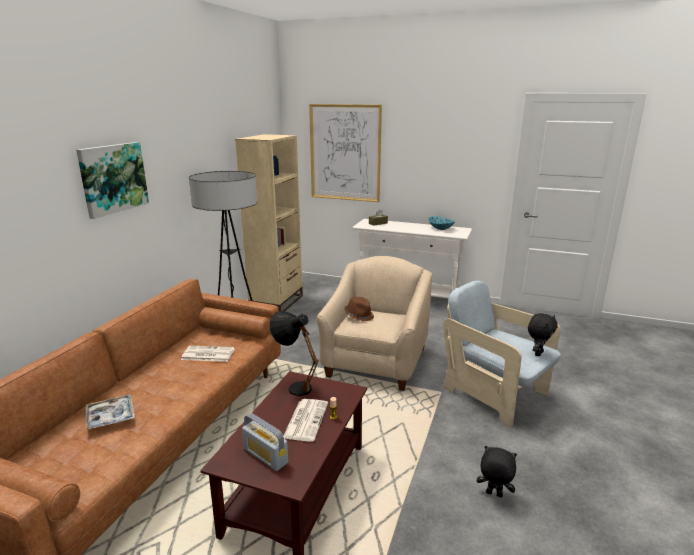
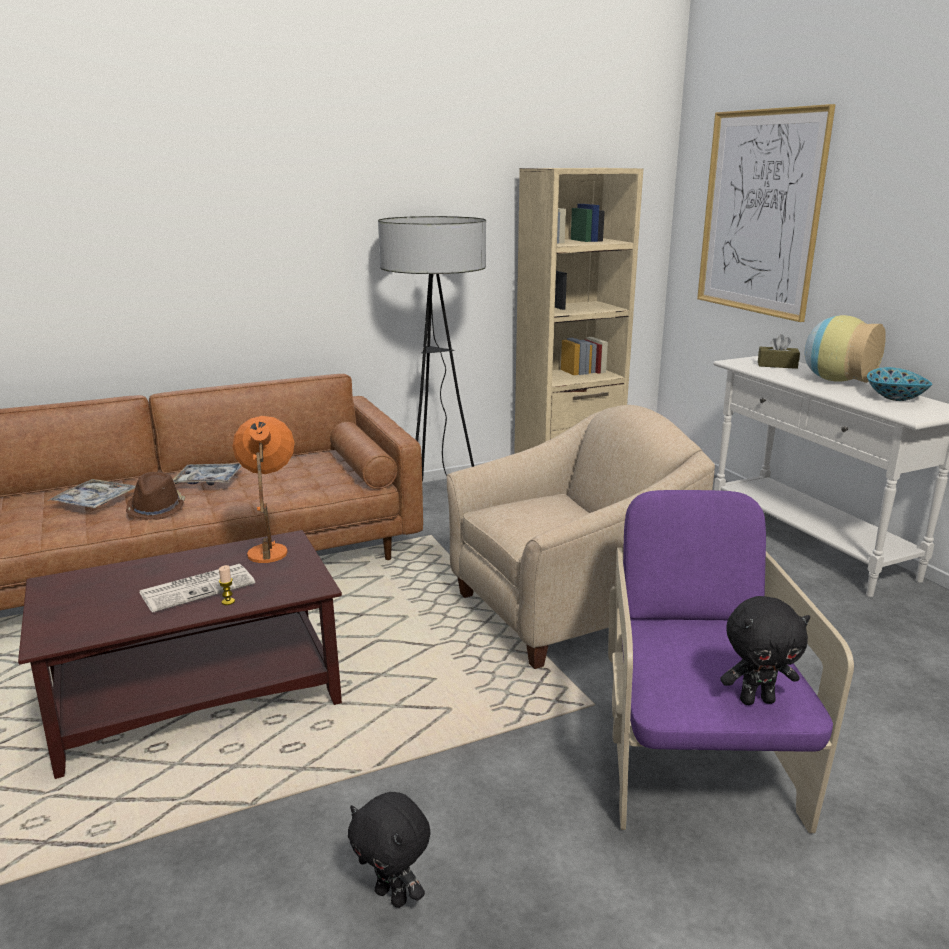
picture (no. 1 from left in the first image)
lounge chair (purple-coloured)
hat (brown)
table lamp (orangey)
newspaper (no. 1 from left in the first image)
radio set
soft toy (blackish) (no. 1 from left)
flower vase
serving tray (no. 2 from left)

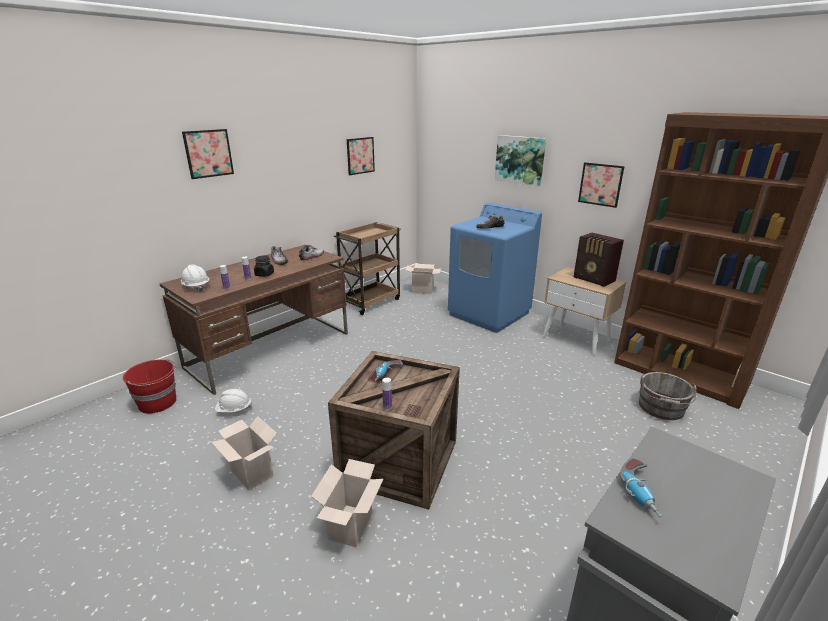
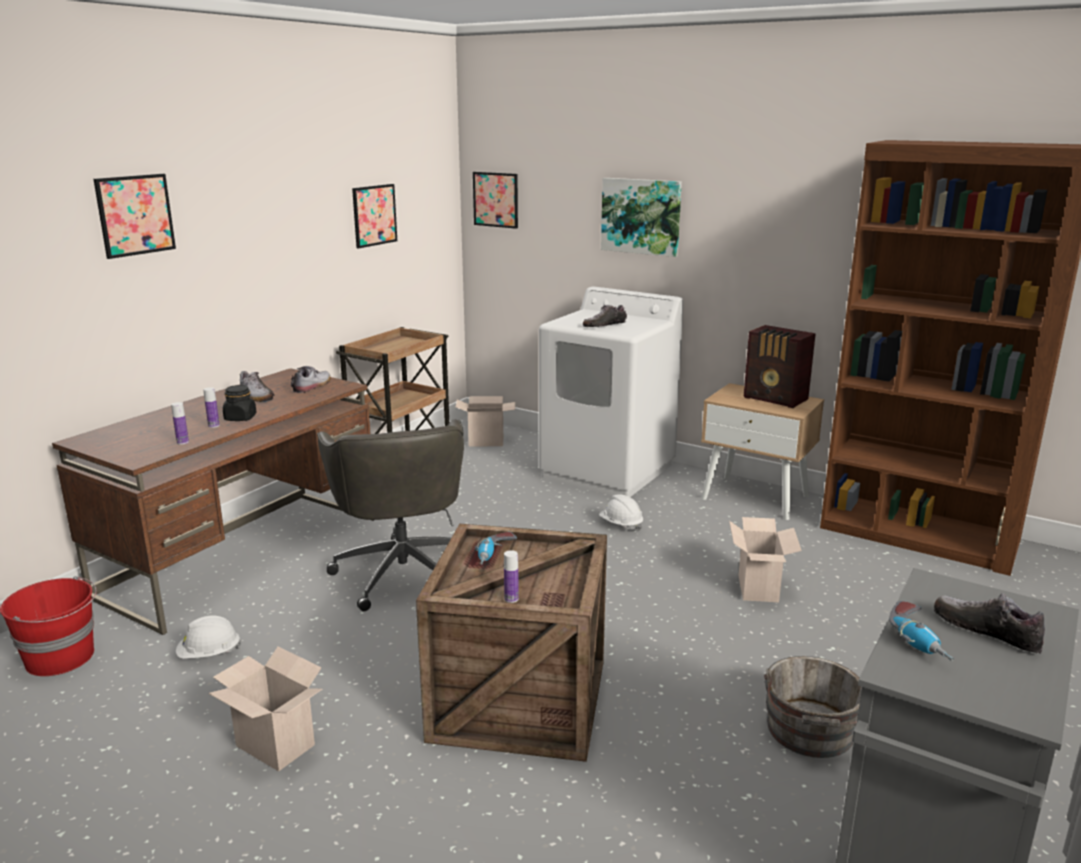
picture (no. 3 from left)
laundry appliance (whitish)
hard hat (whitish) (no. 2 from left)
pail (grey)
carton (no. 3 from left)
computer chair (grey)
item of footwear (no. 4 from left)

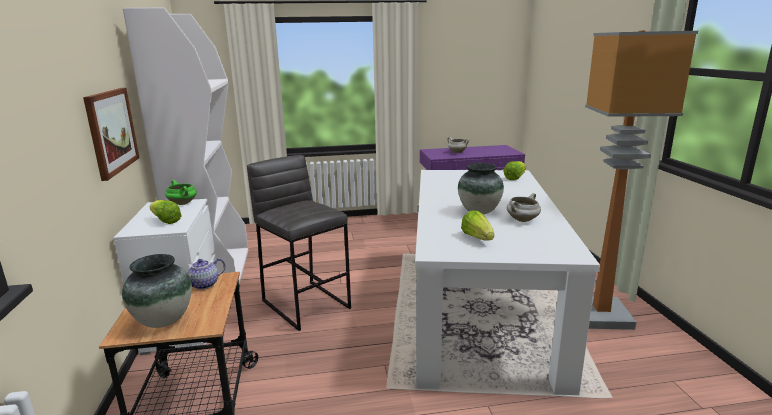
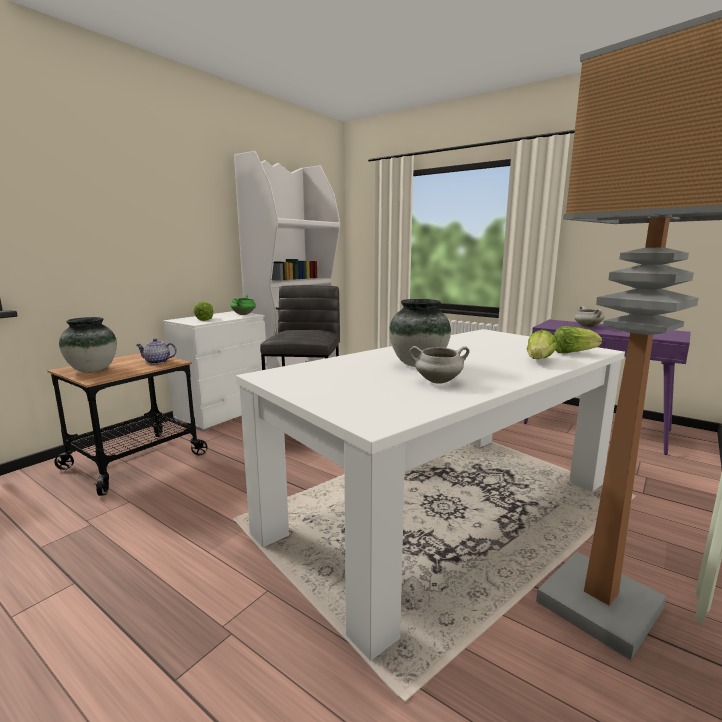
picture
lettuce head (no. 2 from left)

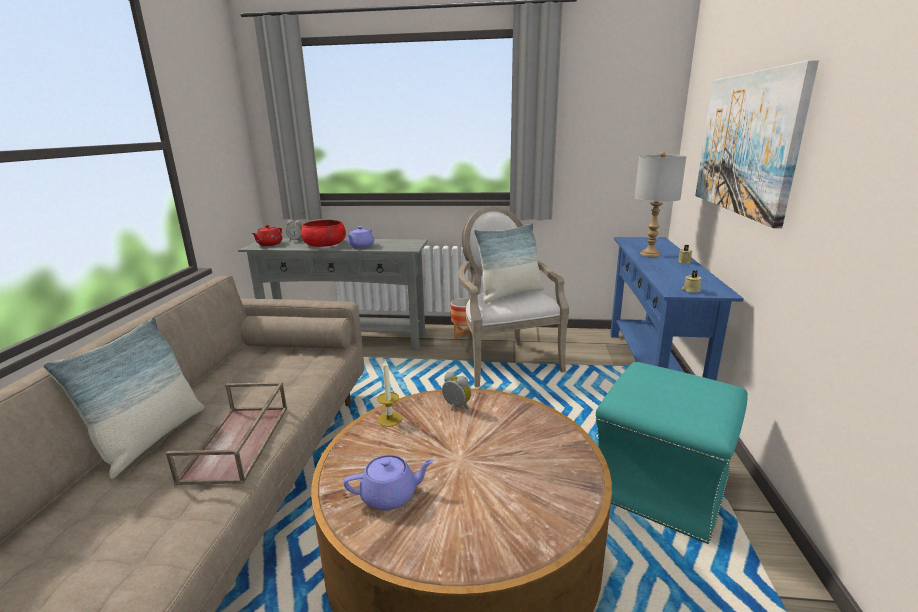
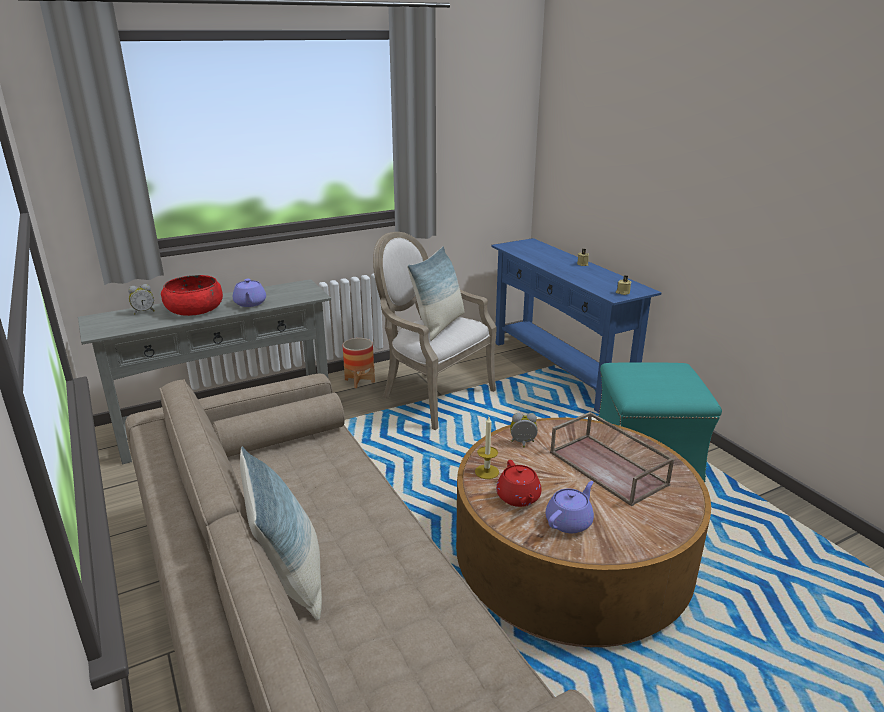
picture
table lamp (grey)
tea pot (red)
serving tray (brown)

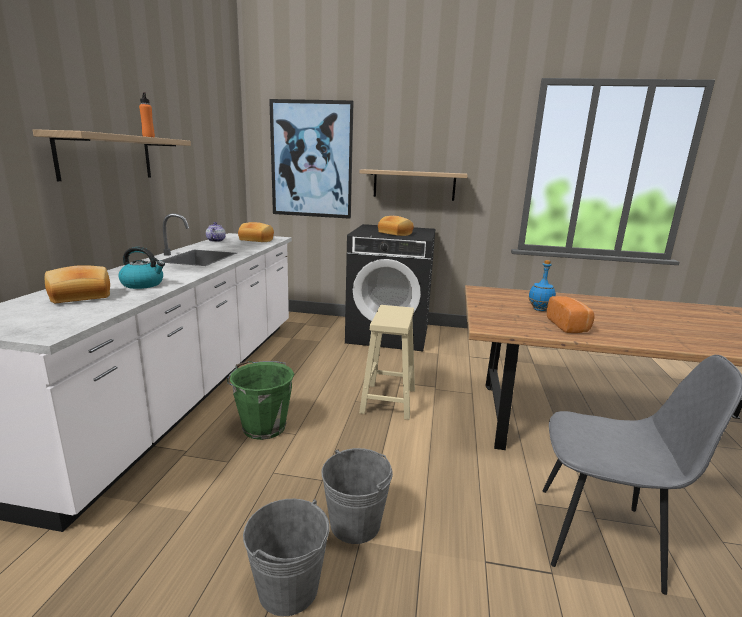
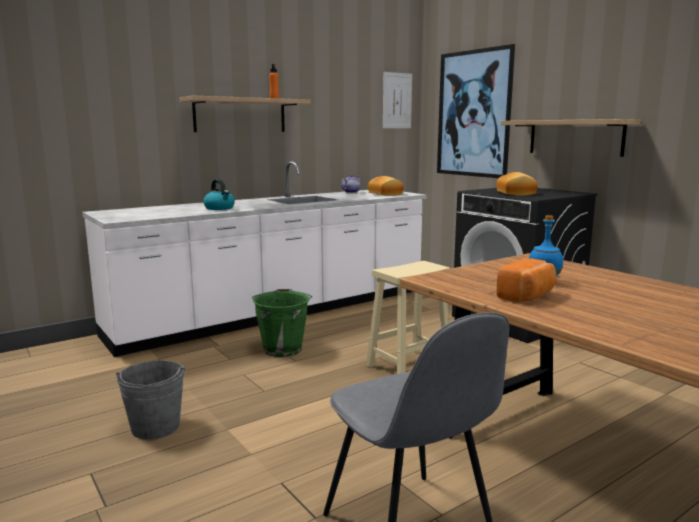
bakery bread (no. 1 from left in the first image)
pail (grey) (no. 2 from left in the first image)
picture (no. 1 from left)

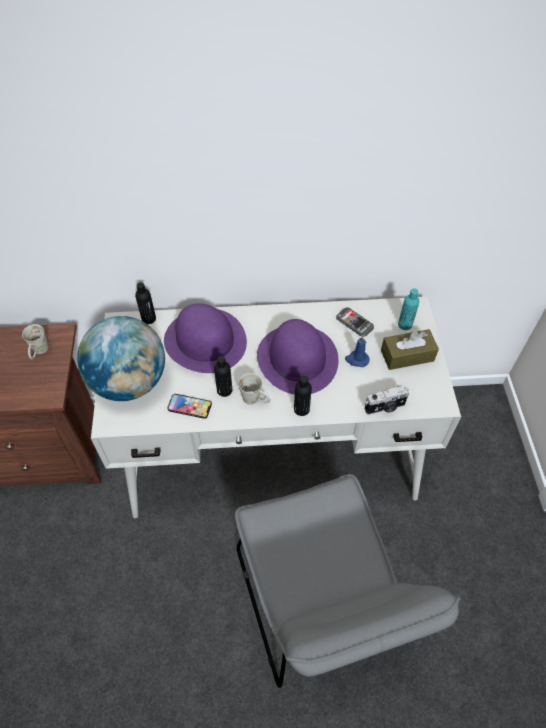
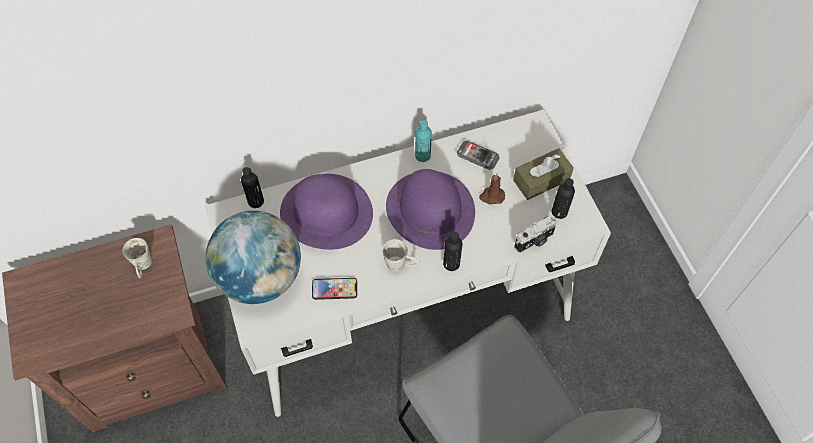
drink bottle (turquoise-coloured)
candle (brown)
drink bottle (blackish) (no. 3 from left)

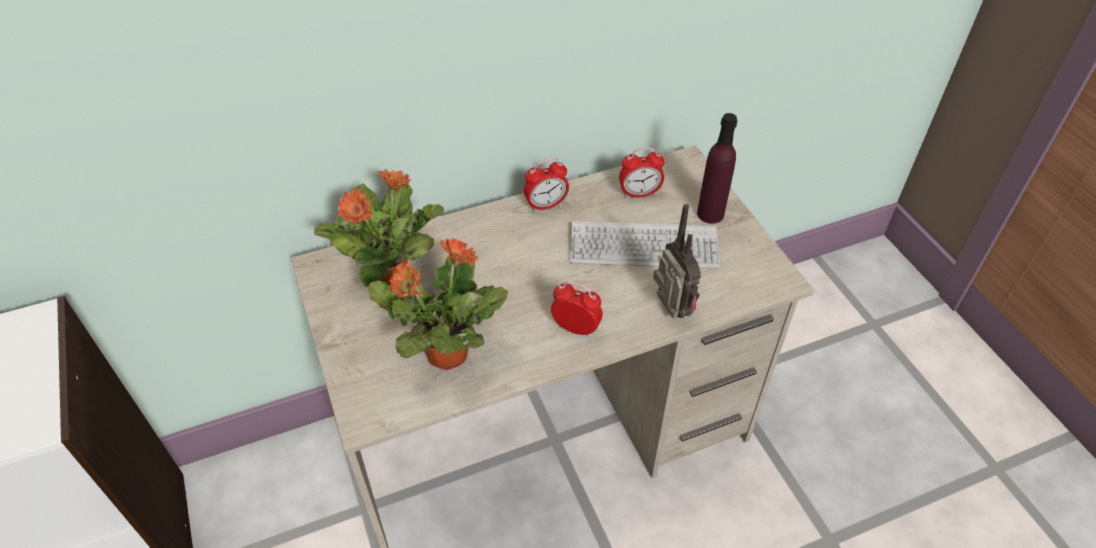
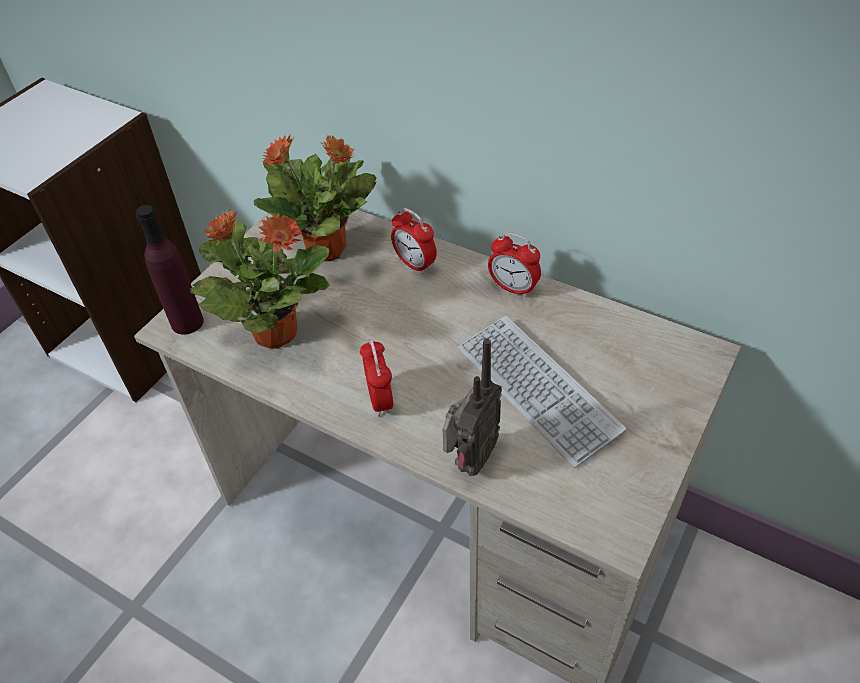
drink bottle (purple-coloured)
bedside clock (no. 2 from left)

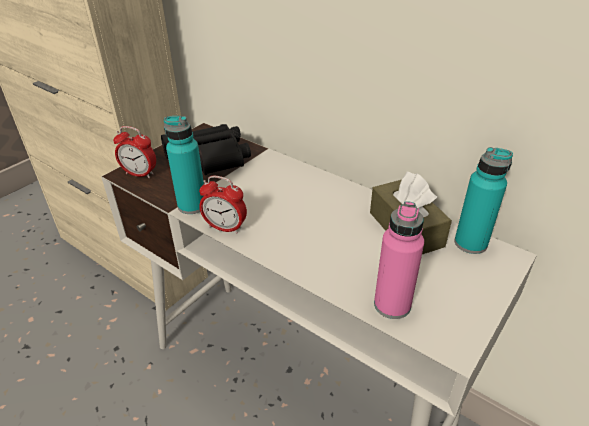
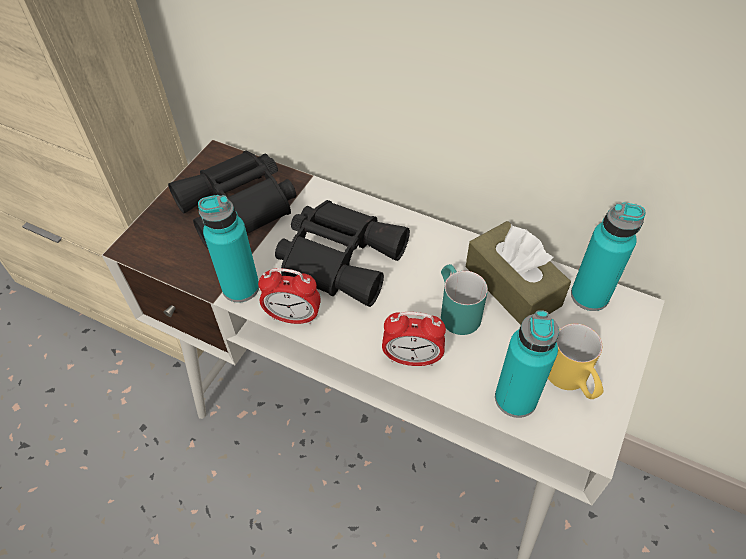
bedside clock (no. 2 from left)
drink bottle (turquoise-coloured) (no. 2 from left)
field glasses (blackish) (no. 2 from left)
coffee mug (turquoise-coloured)
coffee mug (yellow)

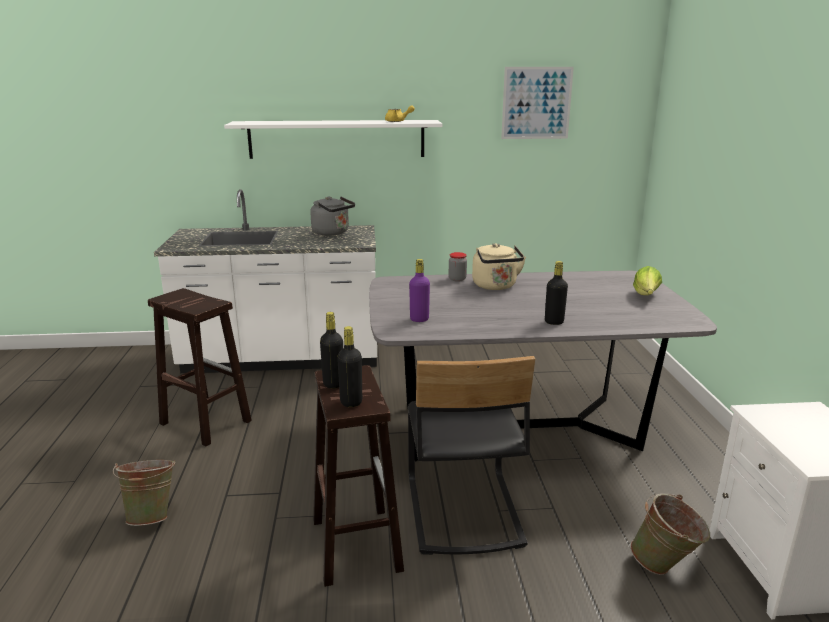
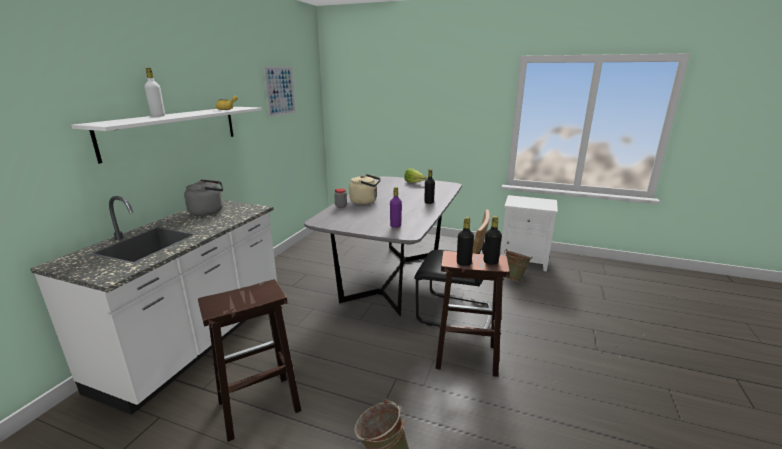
drink bottle (whitish)

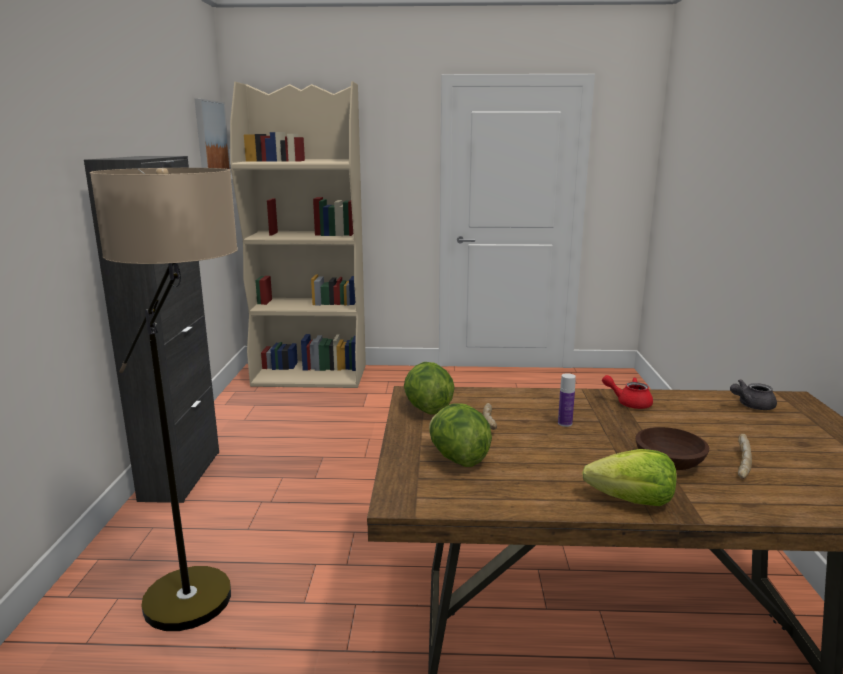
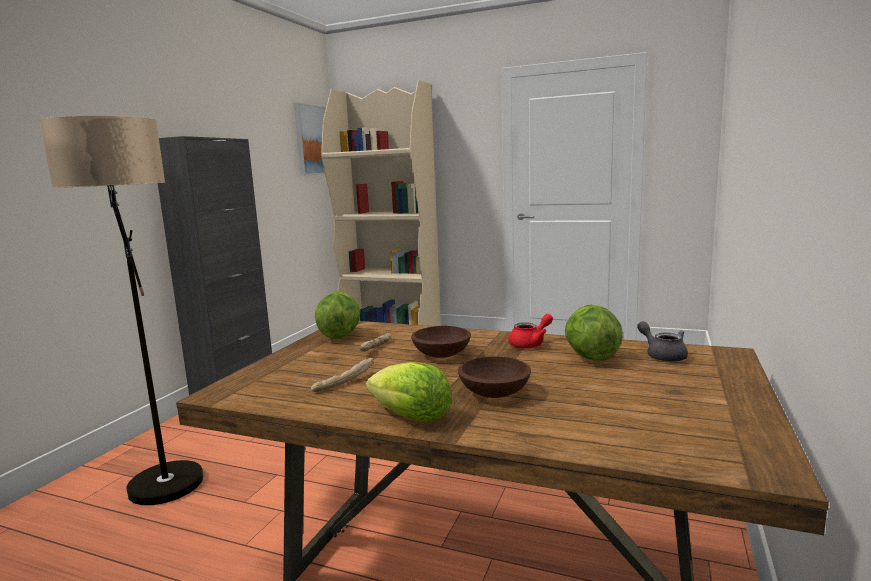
bowl (brown) (no. 1 from left)
tea pot (red)
tea pot (grey)
lettuce head (no. 3 from left)
bakery bread (no. 1 from left)

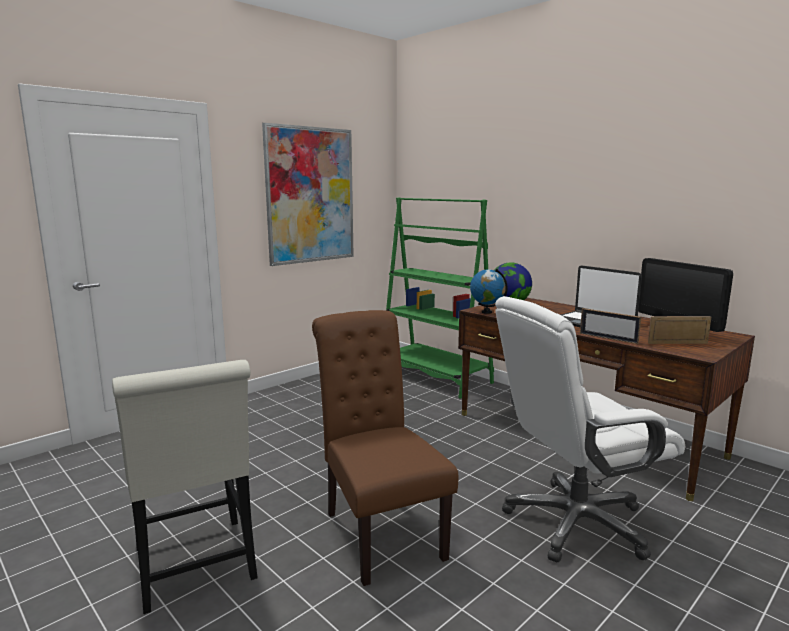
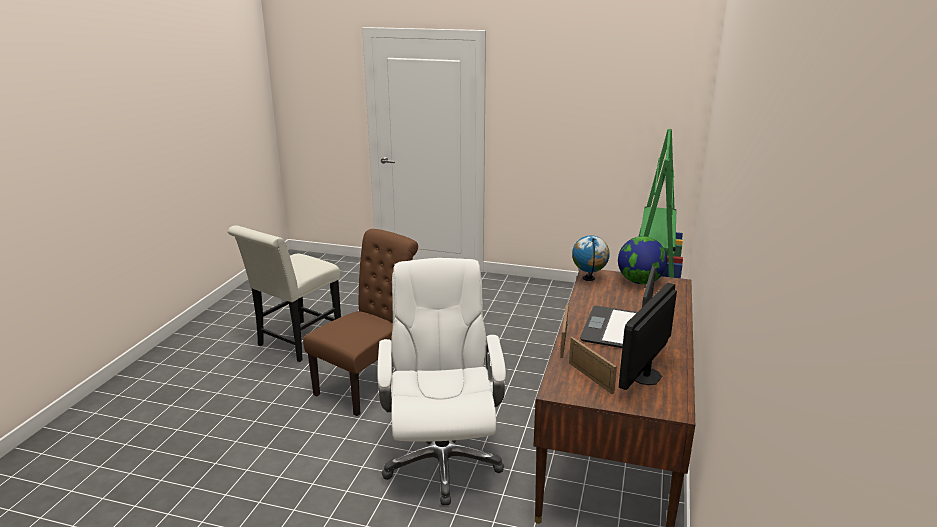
picture
computer chair (whitish)

